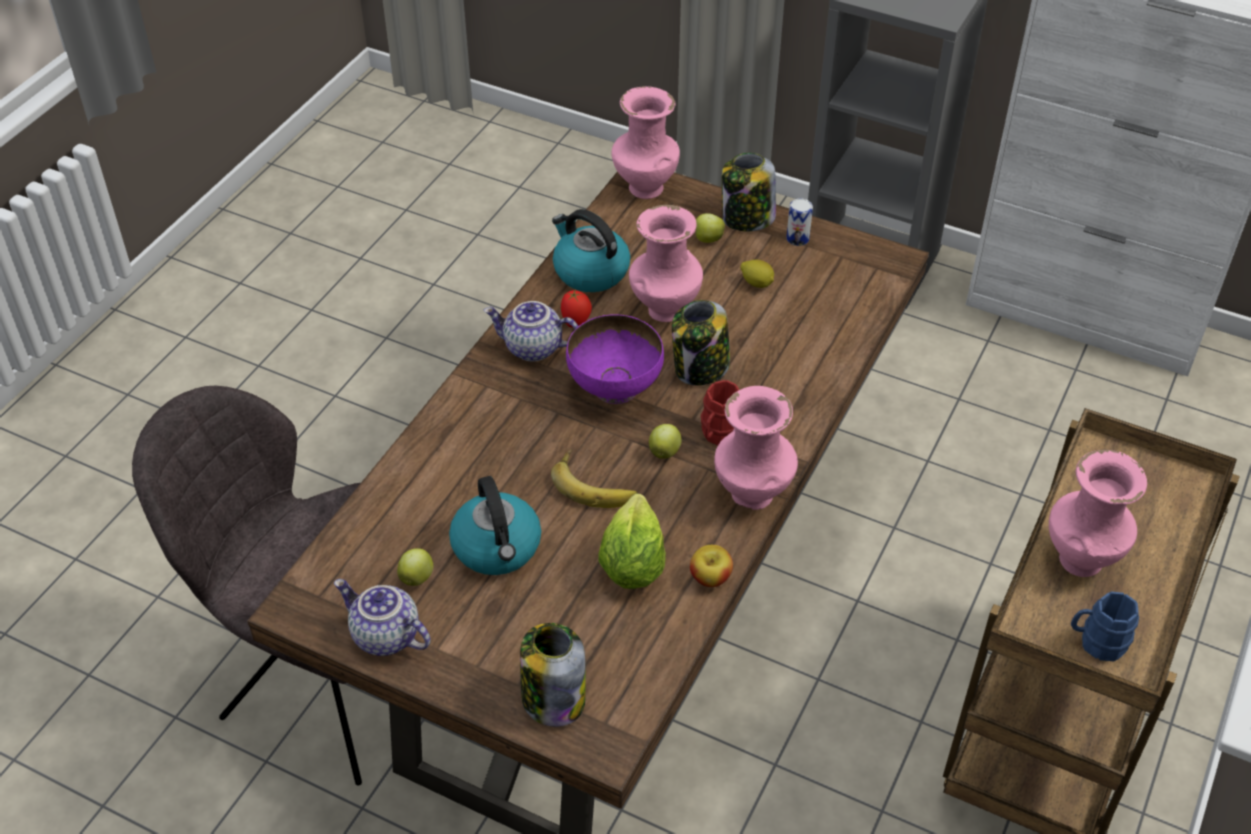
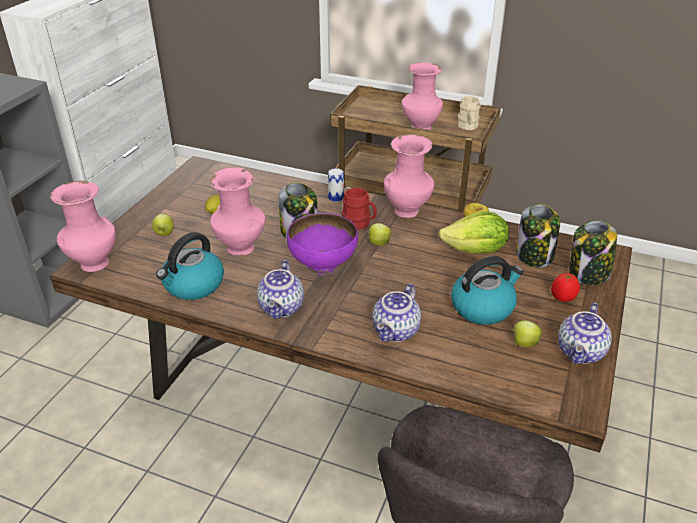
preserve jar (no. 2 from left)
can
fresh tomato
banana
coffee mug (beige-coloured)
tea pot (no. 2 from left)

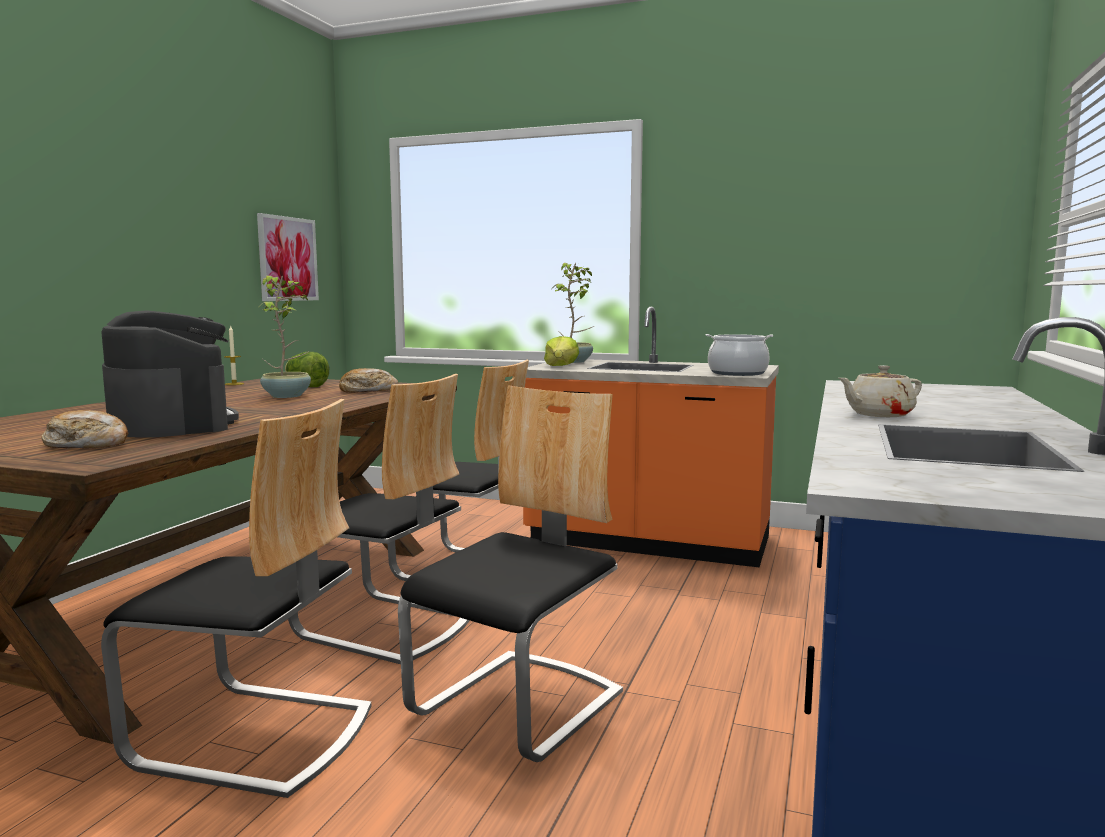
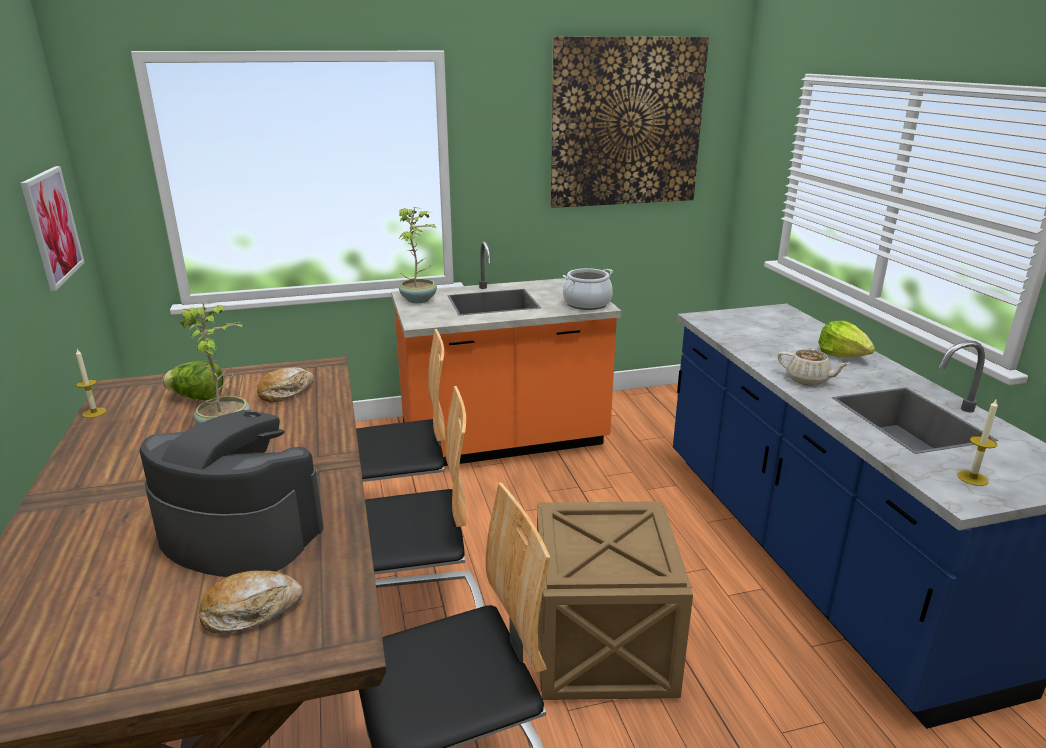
lettuce head (no. 2 from left)
tea pot (beige-coloured)
crate
picture (no. 2 from left)
candle (no. 2 from left)

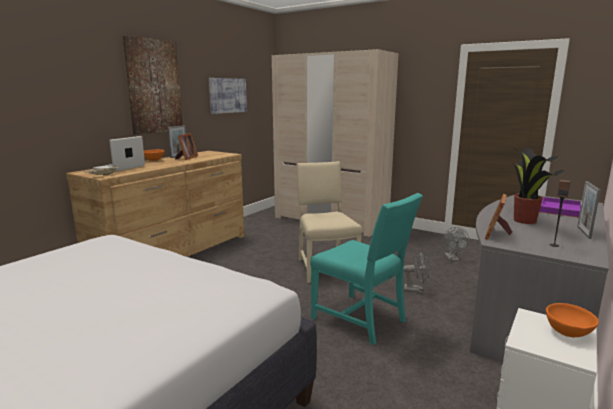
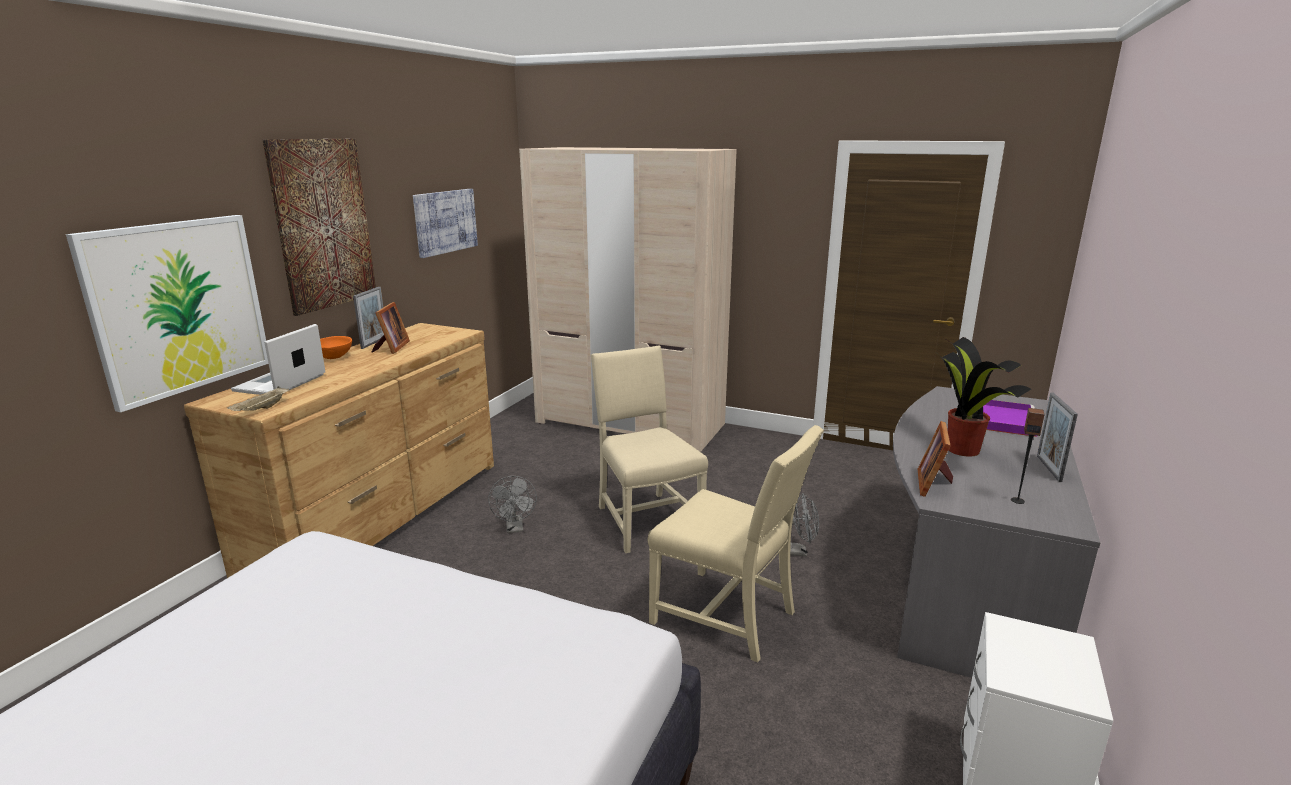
upright chair (beige-coloured) (no. 2 from left)
cooling fan (grey) (no. 1 from left)
bowl (orangey) (no. 2 from left in the first image)
picture (no. 1 from left)

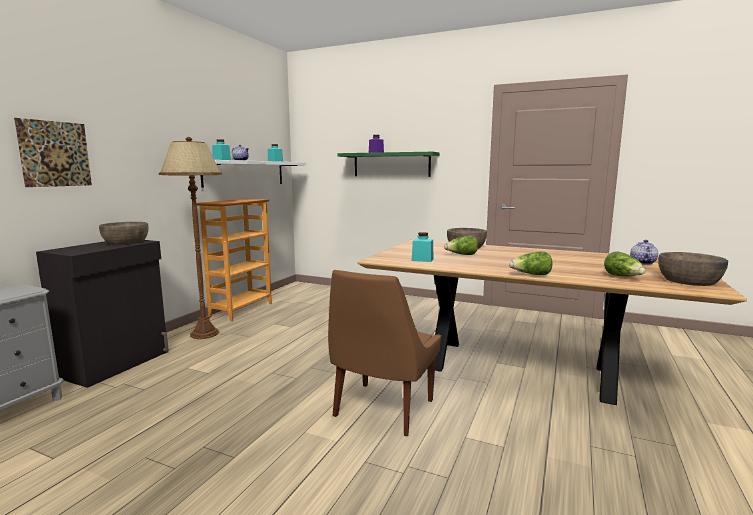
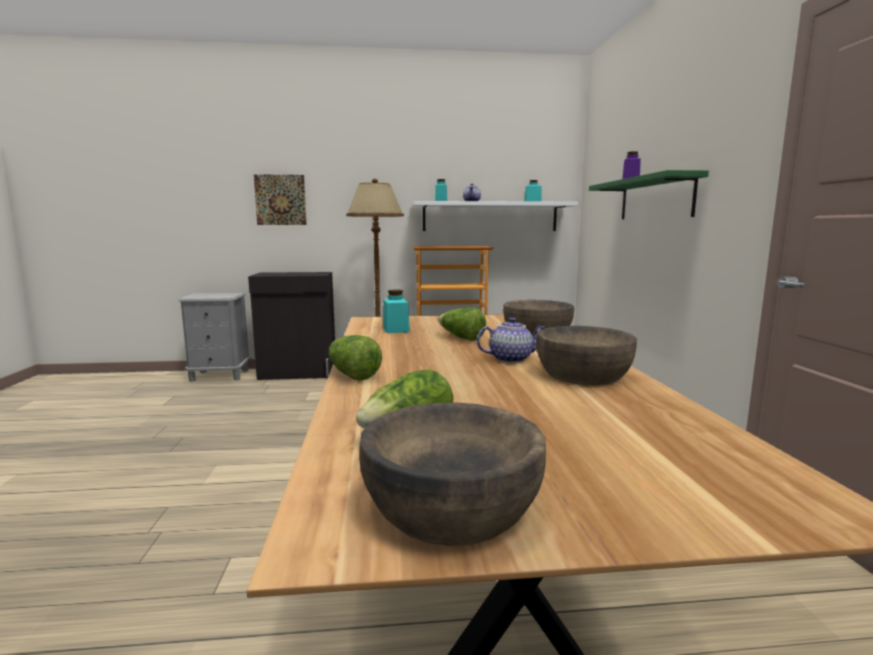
bowl (brown) (no. 3 from left)
tea pot (no. 2 from left)
upright chair (brown)

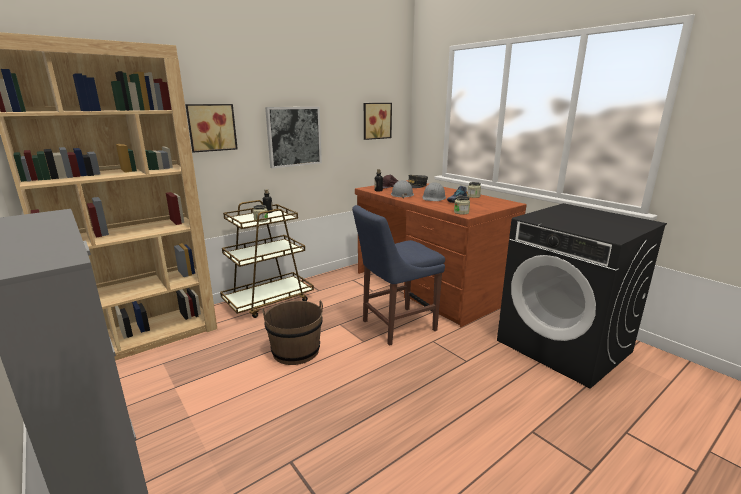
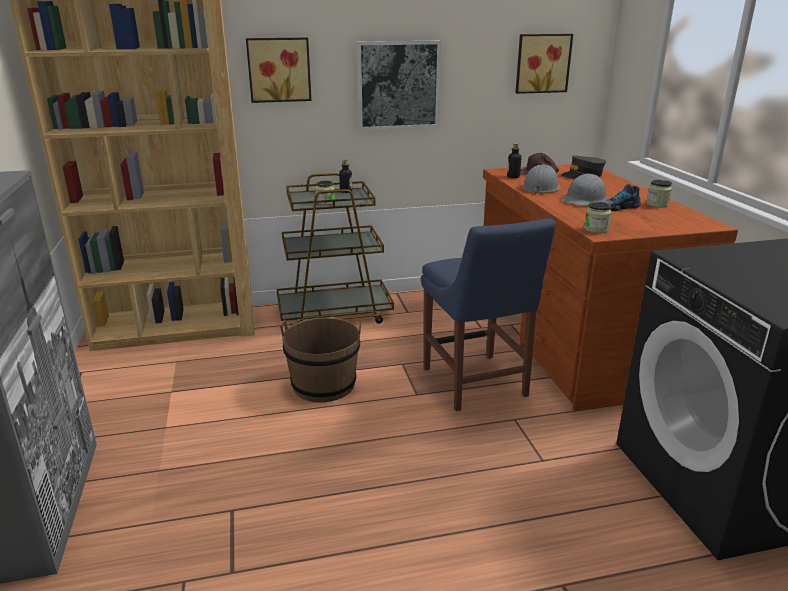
upright chair (blue)

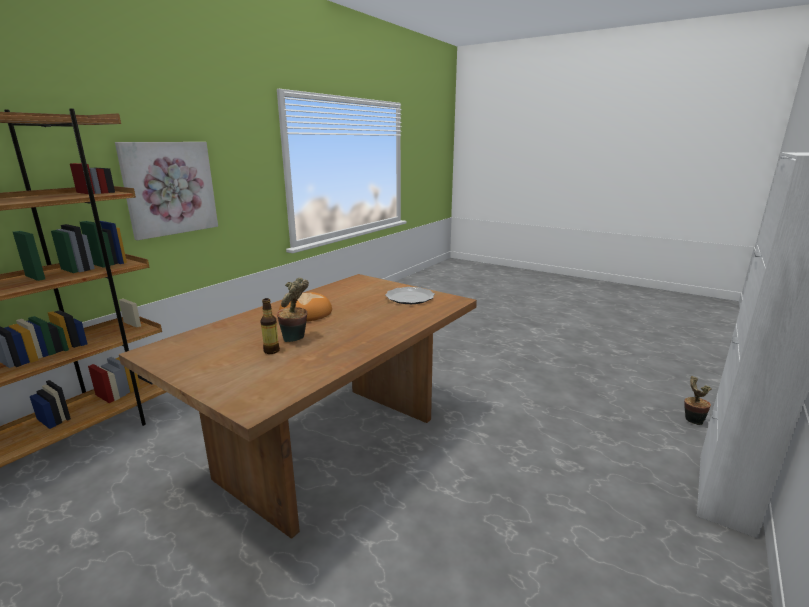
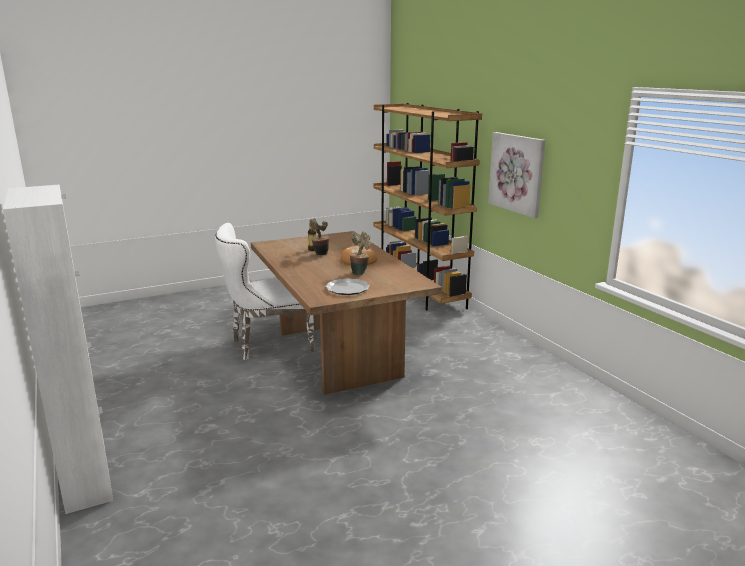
plant in a pot (no. 2 from left)
upright chair (whitish)

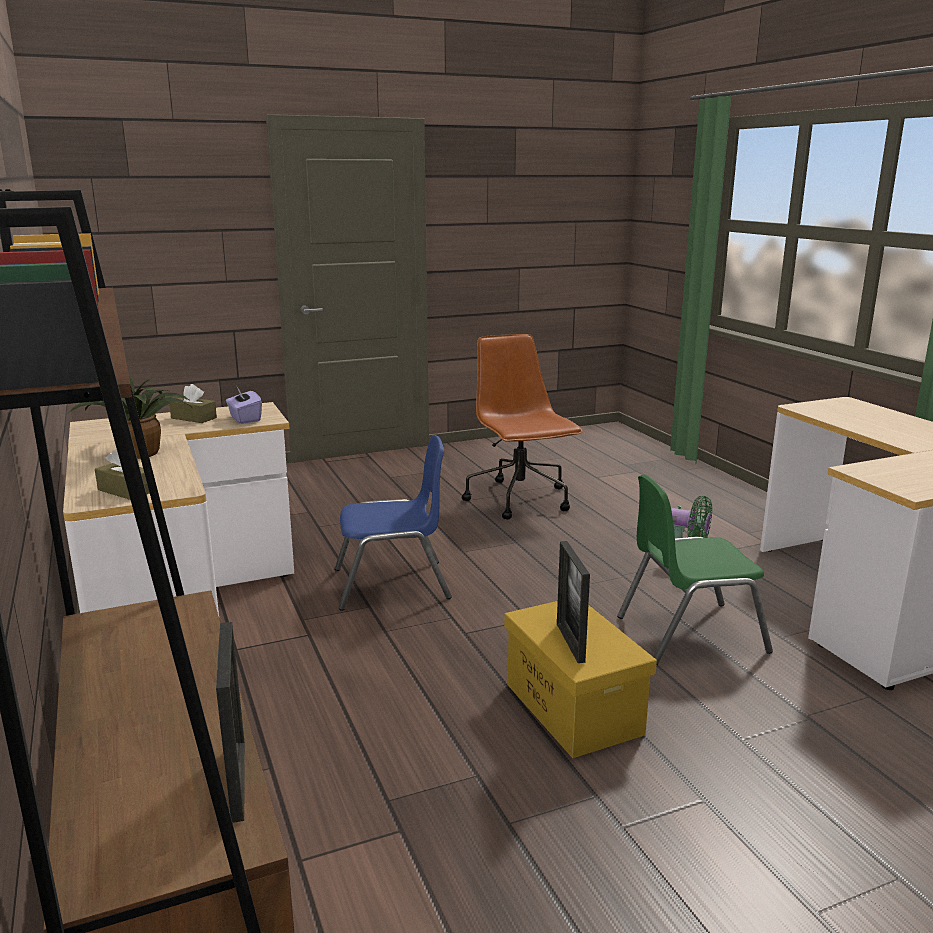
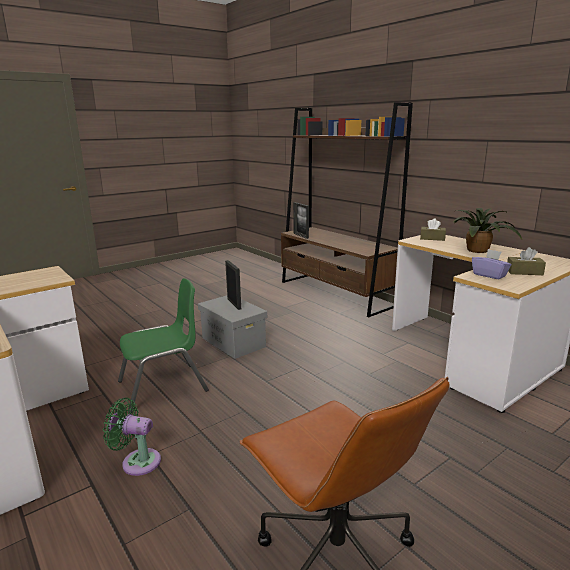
upright chair (blue)
storage container (grey)

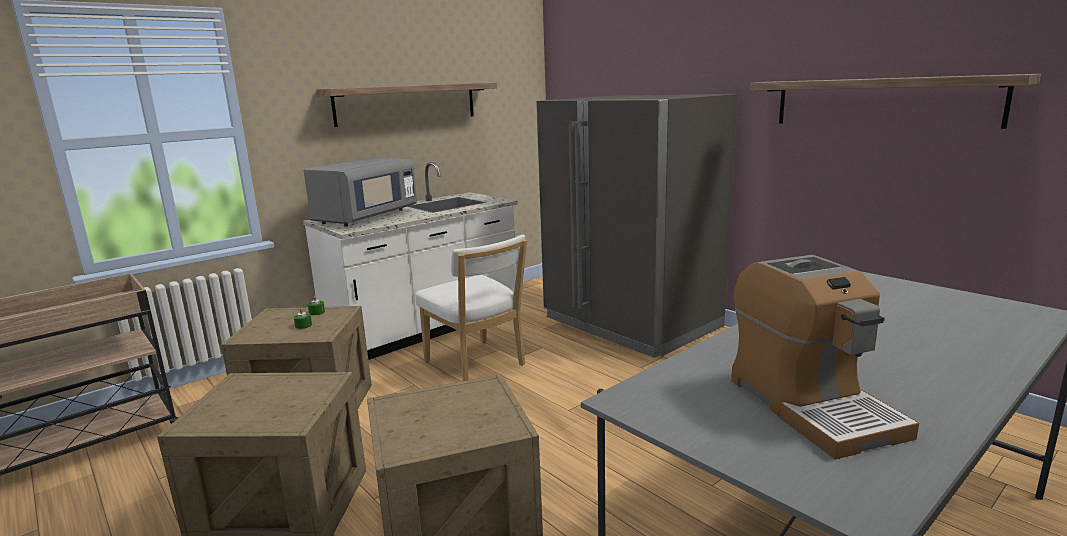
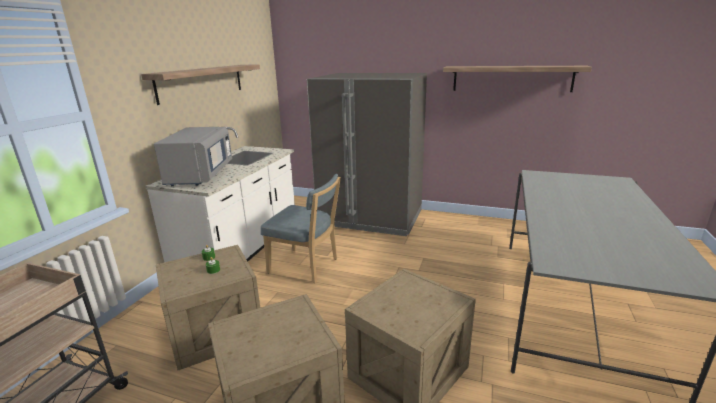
upright chair (blue)
coffee machine

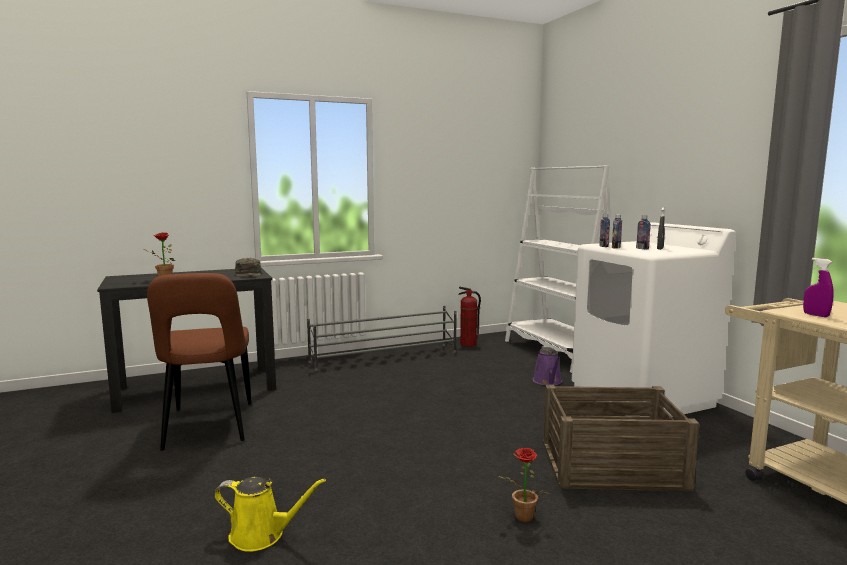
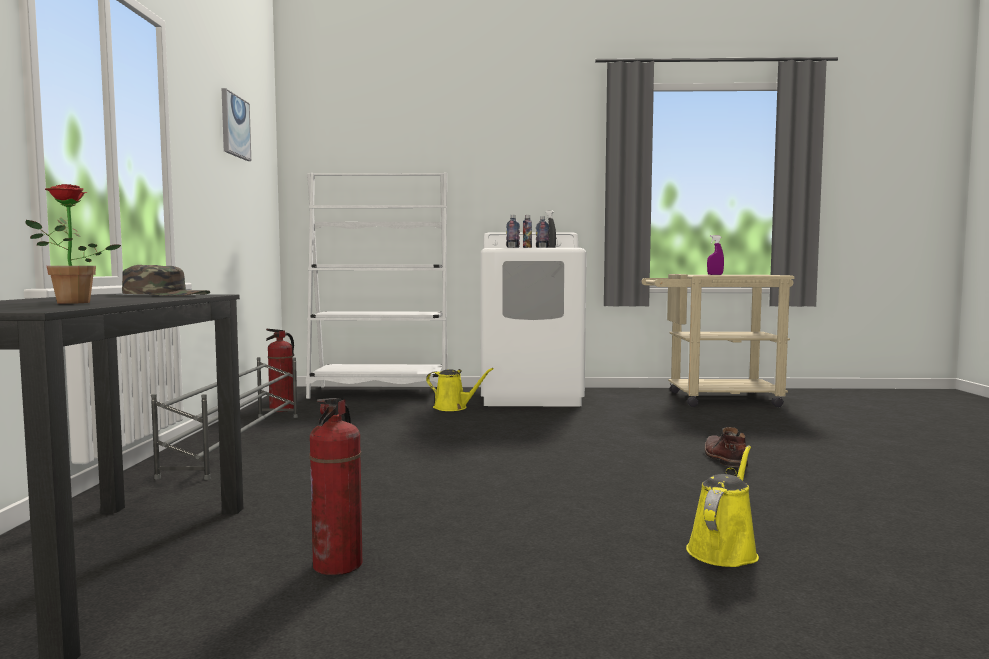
extinguisher (no. 2 from left)
watering can (yellow) (no. 1 from left)
crate
tall boot (brown)
picture

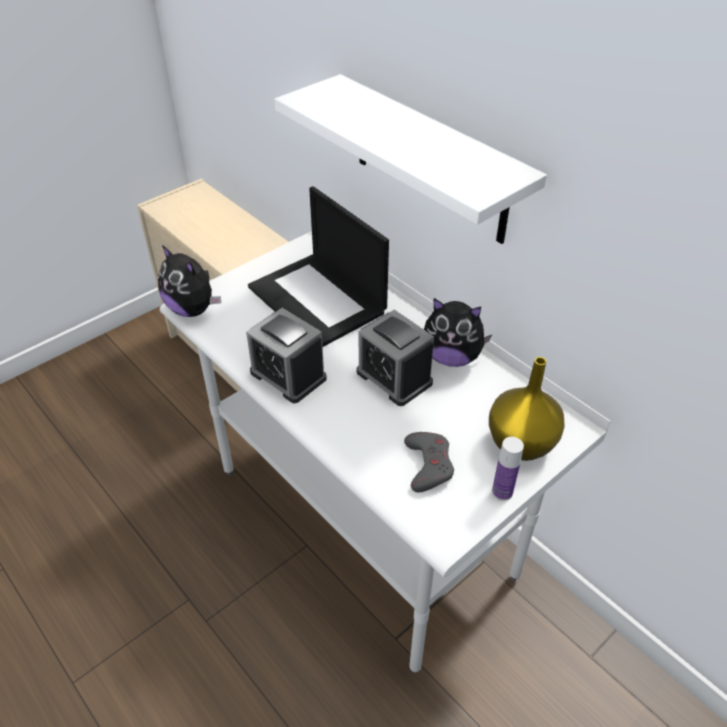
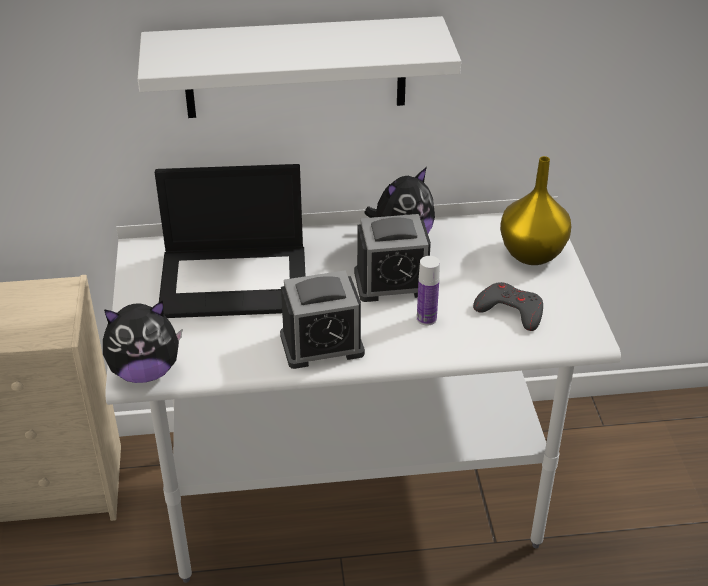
drink bottle

